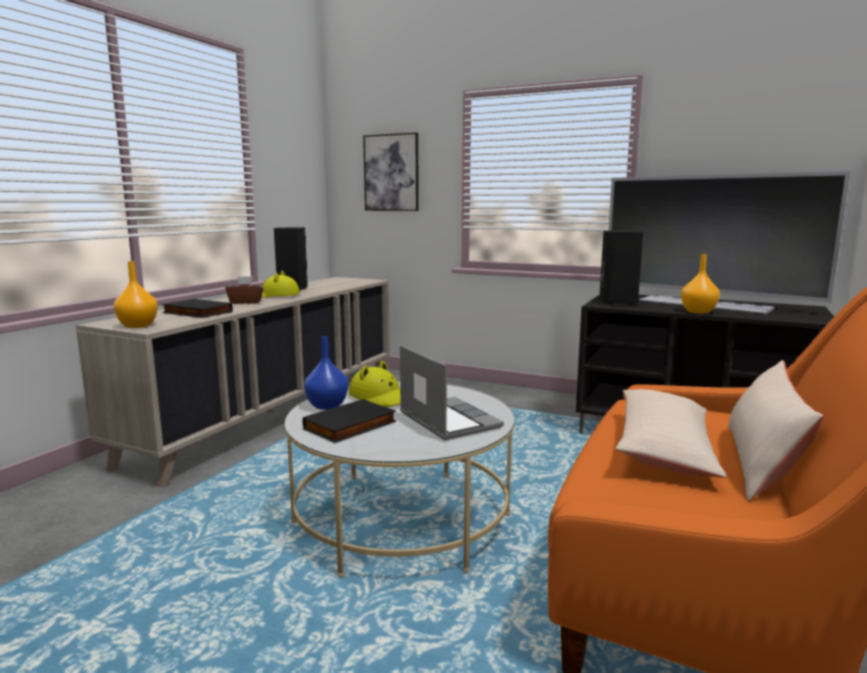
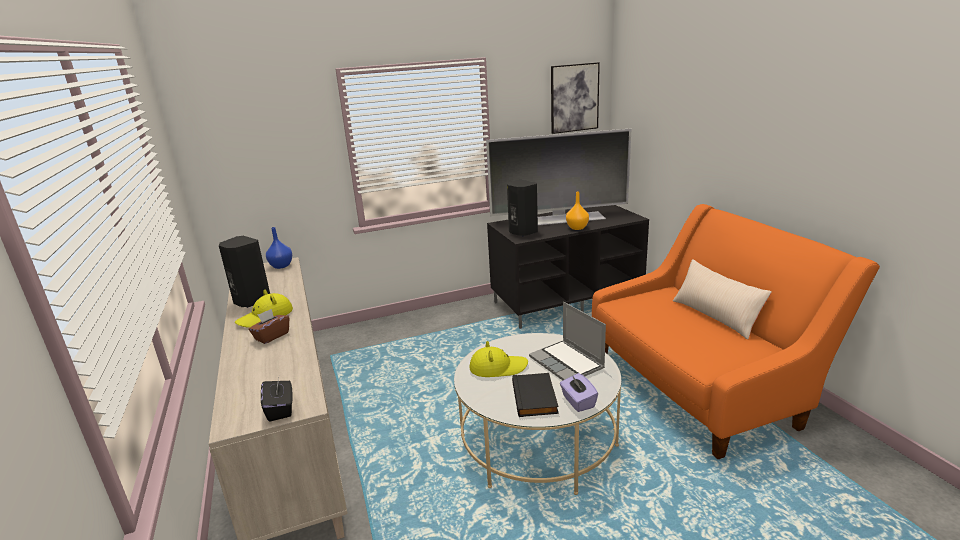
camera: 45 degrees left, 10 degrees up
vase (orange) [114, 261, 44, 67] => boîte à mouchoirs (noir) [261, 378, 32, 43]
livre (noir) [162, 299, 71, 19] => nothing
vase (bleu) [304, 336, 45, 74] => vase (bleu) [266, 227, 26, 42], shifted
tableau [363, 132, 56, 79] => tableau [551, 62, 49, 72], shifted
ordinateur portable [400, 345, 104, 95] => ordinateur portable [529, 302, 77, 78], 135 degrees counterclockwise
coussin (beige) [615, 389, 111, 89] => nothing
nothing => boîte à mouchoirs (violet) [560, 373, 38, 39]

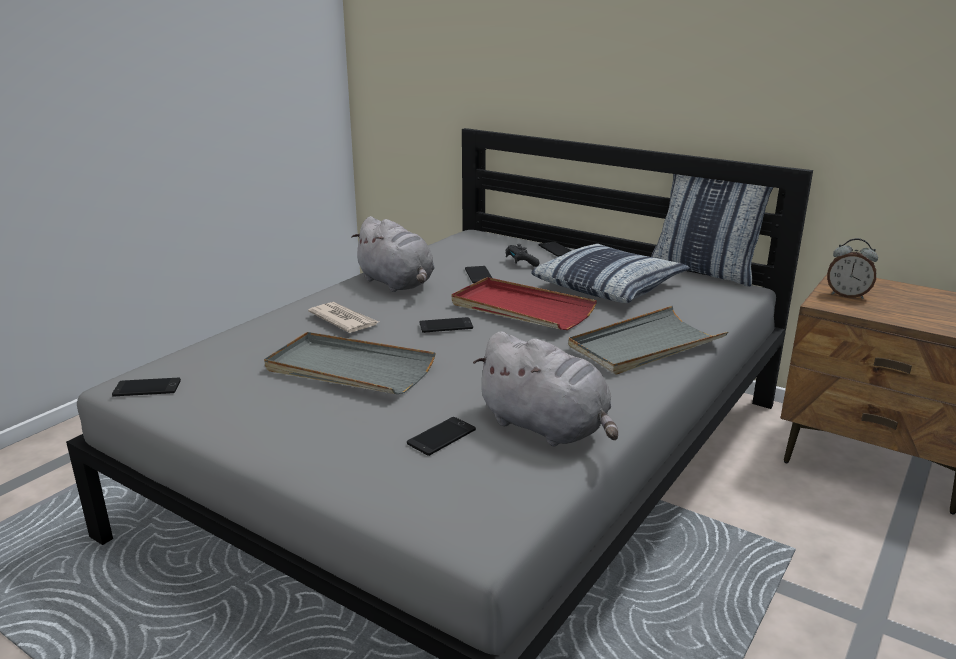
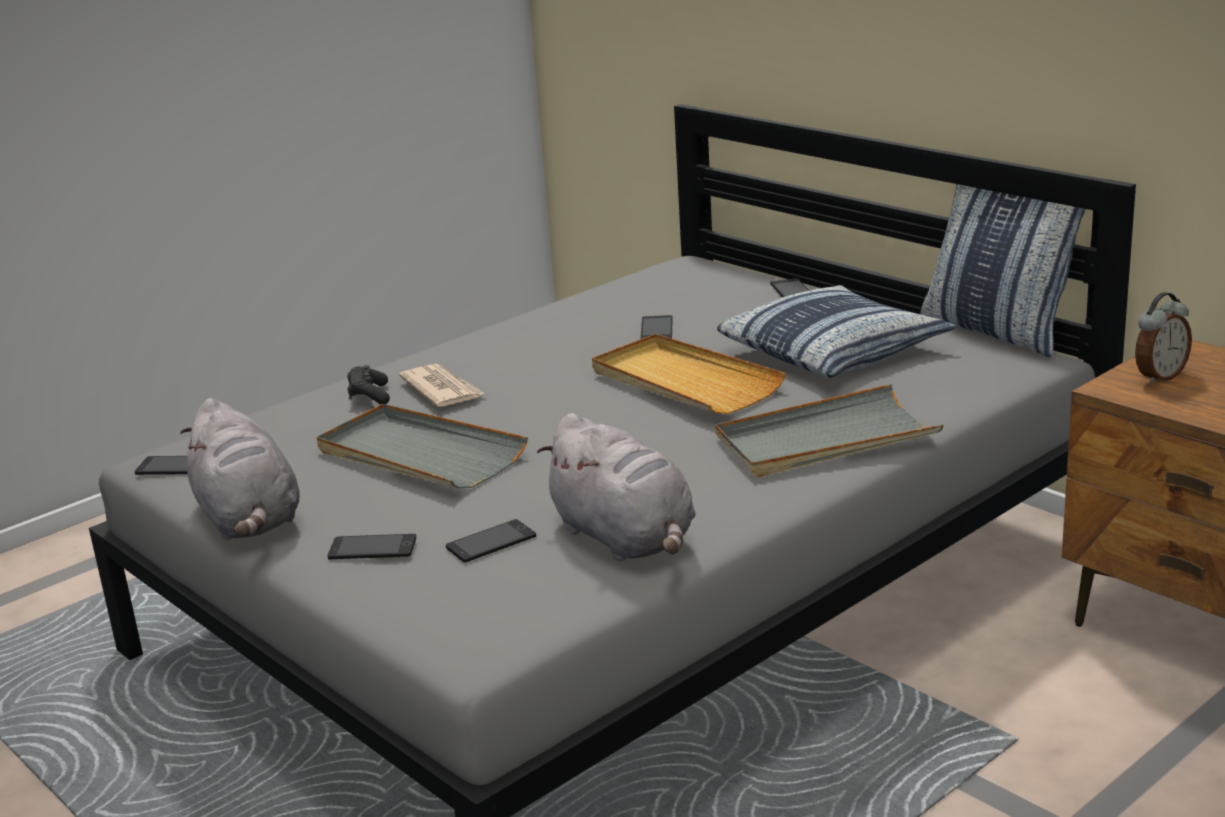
camera: 15 degrees right, 0 degrees up
peluche (gris) [351, 216, 84, 76] => peluche (gris) [180, 398, 120, 142], shifted
téléphone [420, 317, 53, 16] => téléphone [327, 534, 89, 26], shifted
plateau (rouge) [452, 277, 145, 53] => plateau (beige) [592, 334, 194, 80]
manette (noir) [506, 244, 34, 23] => manette (noir) [347, 365, 43, 40], shifted
réveil [827, 238, 51, 61] => réveil [1135, 292, 57, 93], 75 degrees counterclockwise

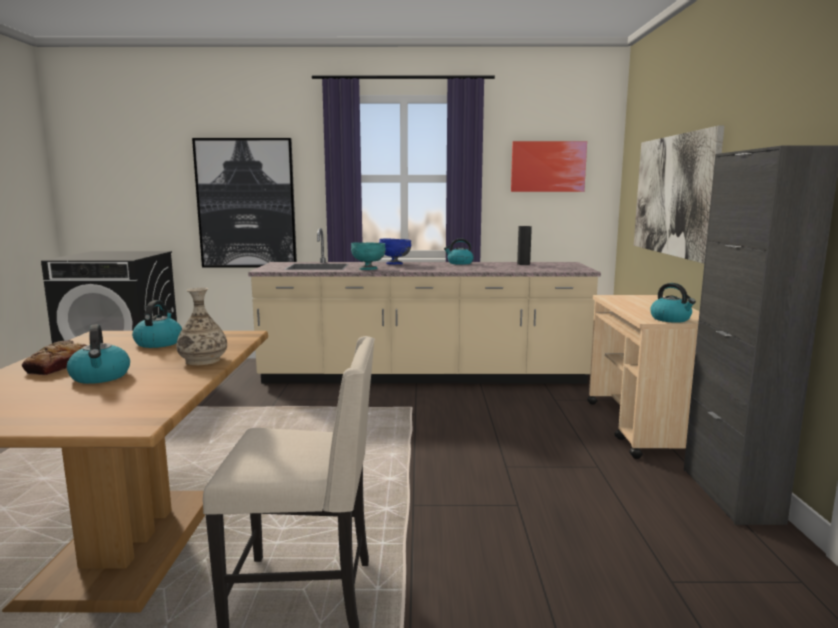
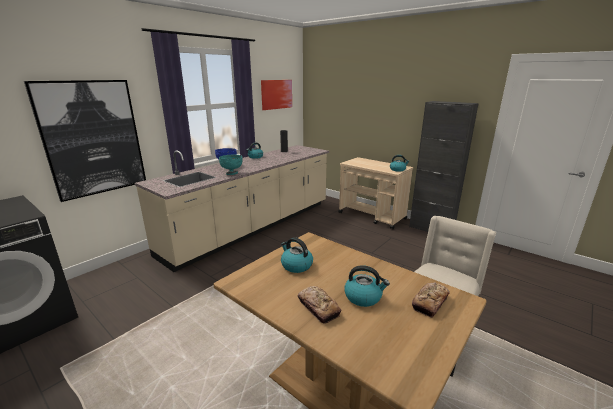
camera: 50 degrees left, 10 degrees up
vase [176, 288, 51, 77] => nothing
tableau [634, 126, 91, 137] => nothing
nothing => pain [412, 283, 38, 35]

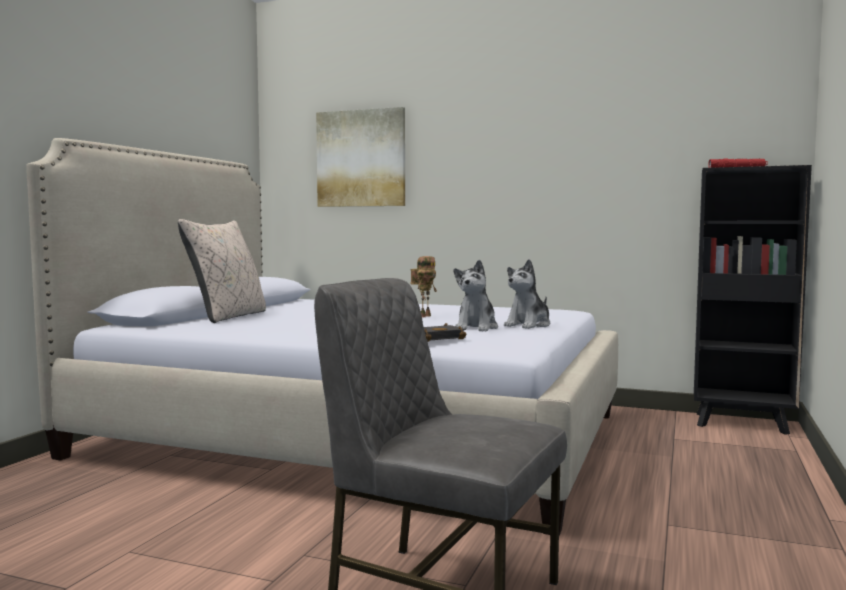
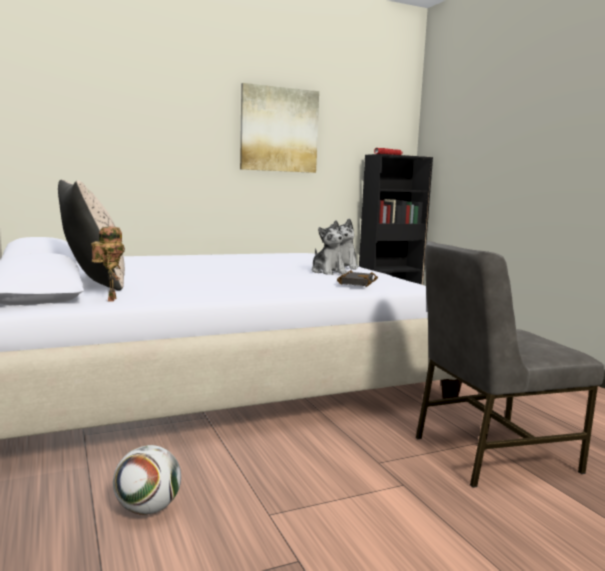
camera: 45 degrees left, 5 degrees up
tableau [316, 107, 89, 100] => tableau [240, 83, 79, 90], shifted
robot jouet [411, 256, 26, 61] => robot jouet [91, 226, 34, 76], shifted
nothing => ballon de foot [113, 445, 68, 70]

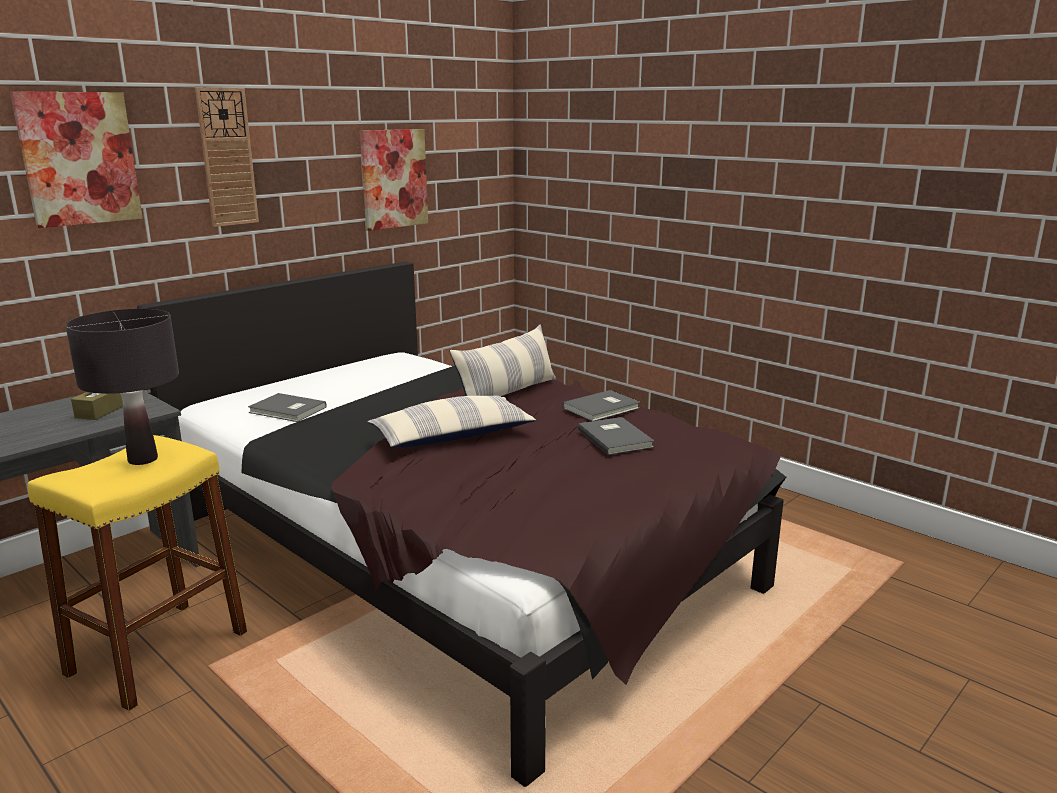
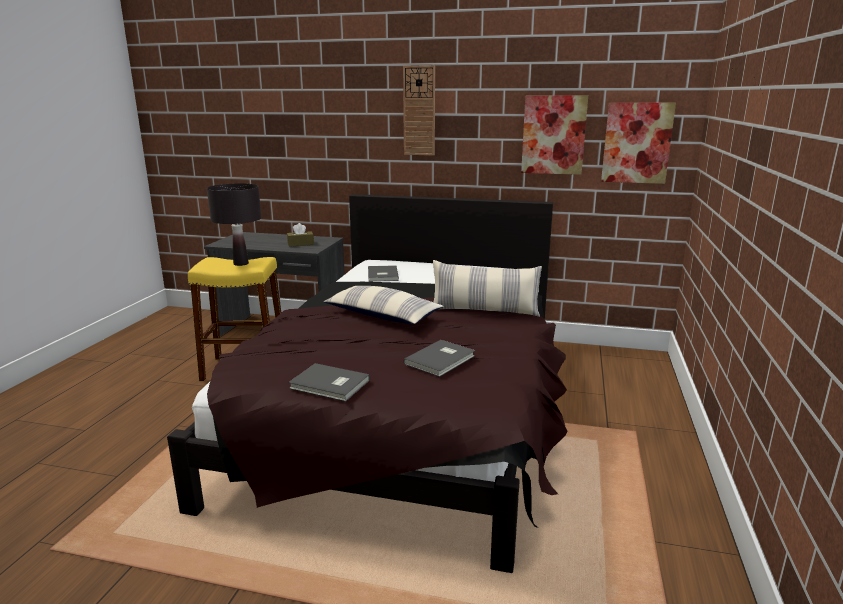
camera: 60 degrees right, 0 degrees up
tableau [10, 91, 133, 137] => tableau [601, 103, 75, 81], shifted
livre (gris) [563, 390, 77, 31] => livre (gris) [288, 363, 82, 39], shifted

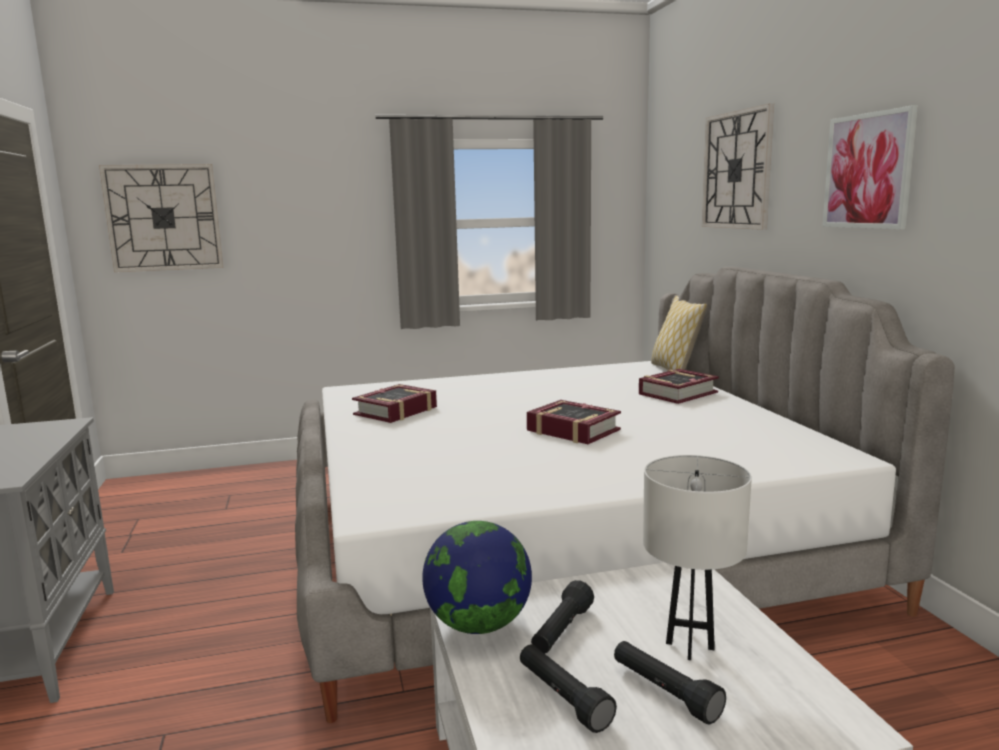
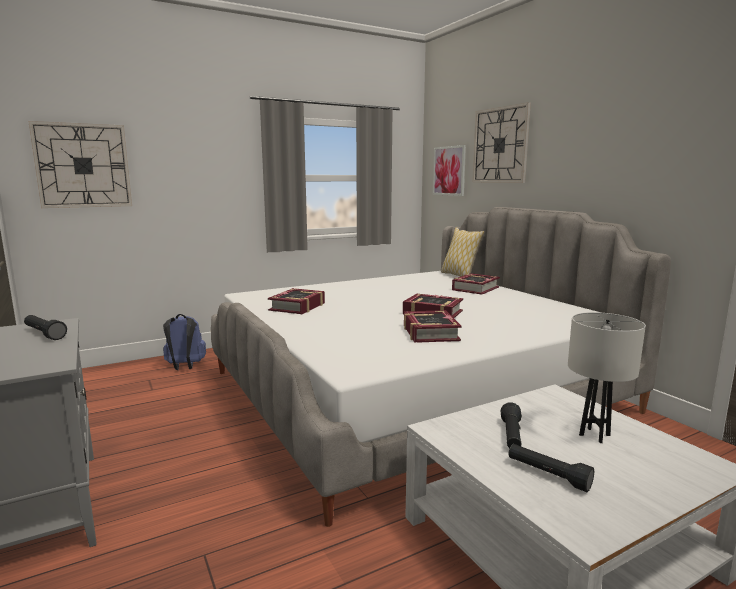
camera: 15 degrees left, 0 degrees up
globe [422, 521, 110, 113] => nothing
lampe de poche (noir) [614, 641, 112, 84] => lampe de poche (noir) [24, 315, 43, 25], shifted
tableau [823, 105, 95, 124] => tableau [433, 145, 33, 51], shifted
nothing => sac à dos (bleu) [163, 314, 43, 56]
nothing => livre [404, 310, 57, 33]

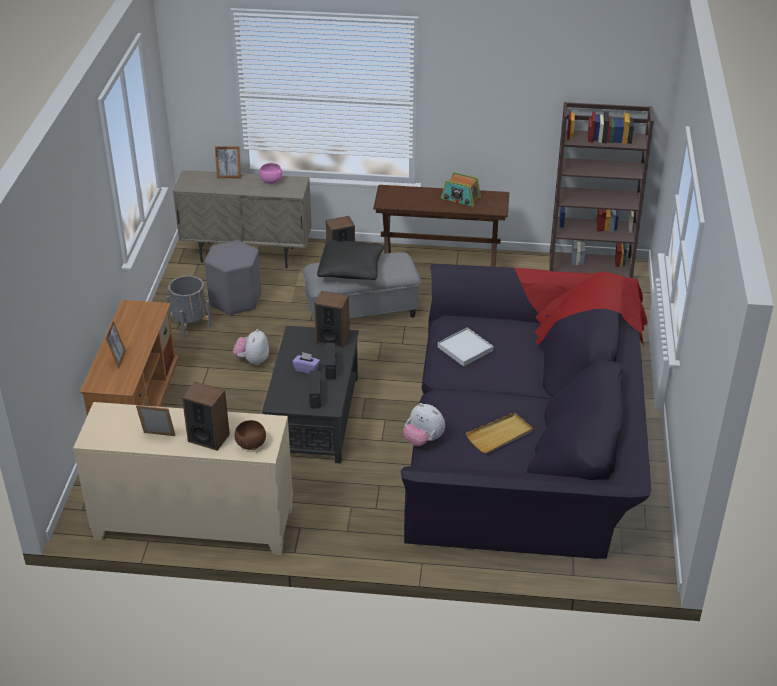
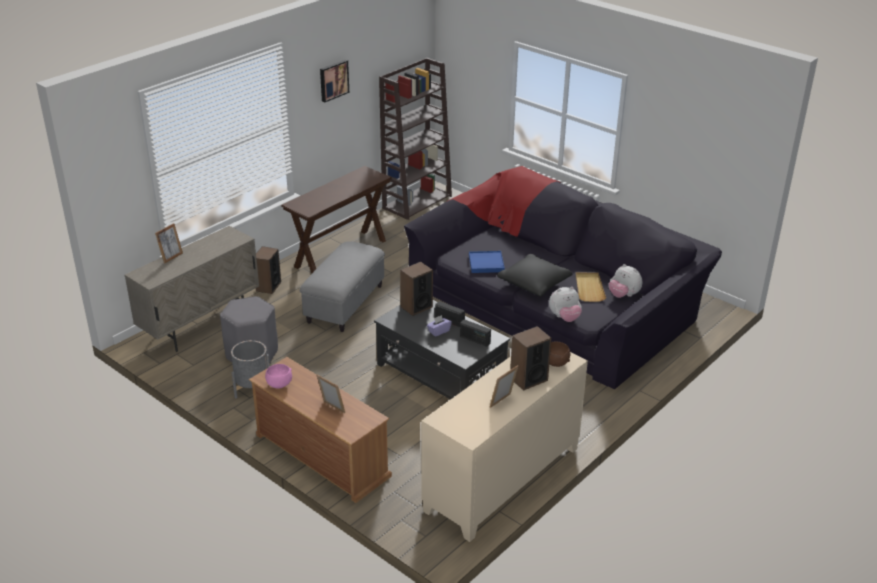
camera: 55 degrees left, 5 degrees down
peluche [233, 329, 36, 37] => peluche [609, 264, 33, 34], shifted
bol (rose) [260, 163, 22, 21] => bol (rose) [265, 364, 27, 25], shifted
coussin (noir) [317, 240, 68, 40] => coussin (noir) [497, 254, 75, 43], shifted
plateau (blanc) [438, 327, 55, 40] => plateau (bleu) [469, 251, 36, 22]
radio [441, 172, 40, 35] => nothing
nothing => tableau [320, 60, 29, 42]

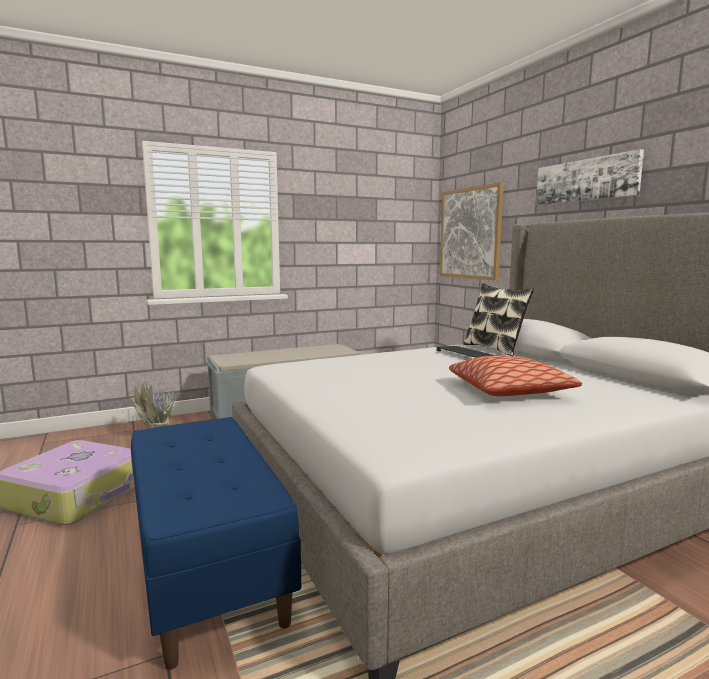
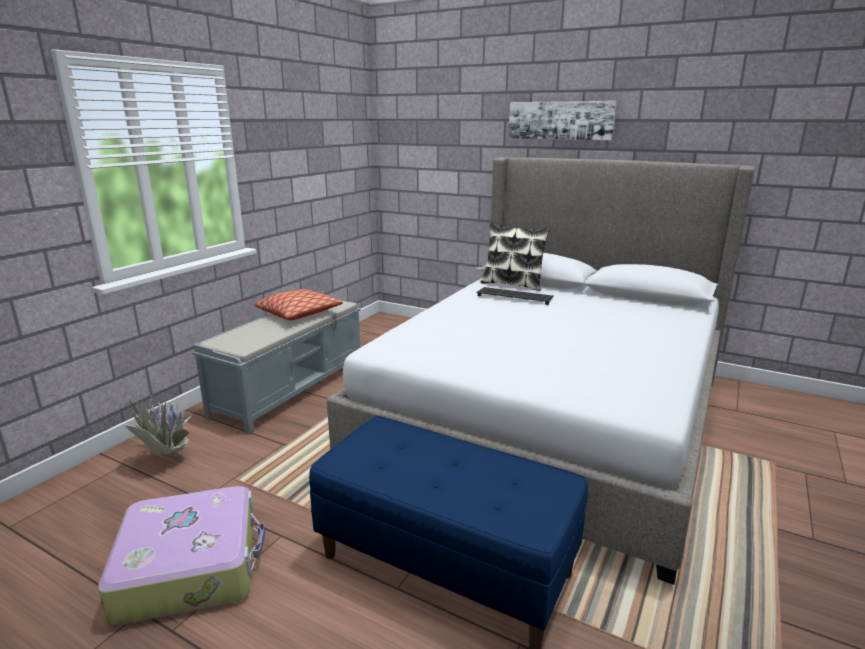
camera: 35 degrees left, 10 degrees up
tableau [440, 182, 64, 98] => nothing
coussin [449, 356, 133, 40] => coussin [254, 289, 89, 31], shifted

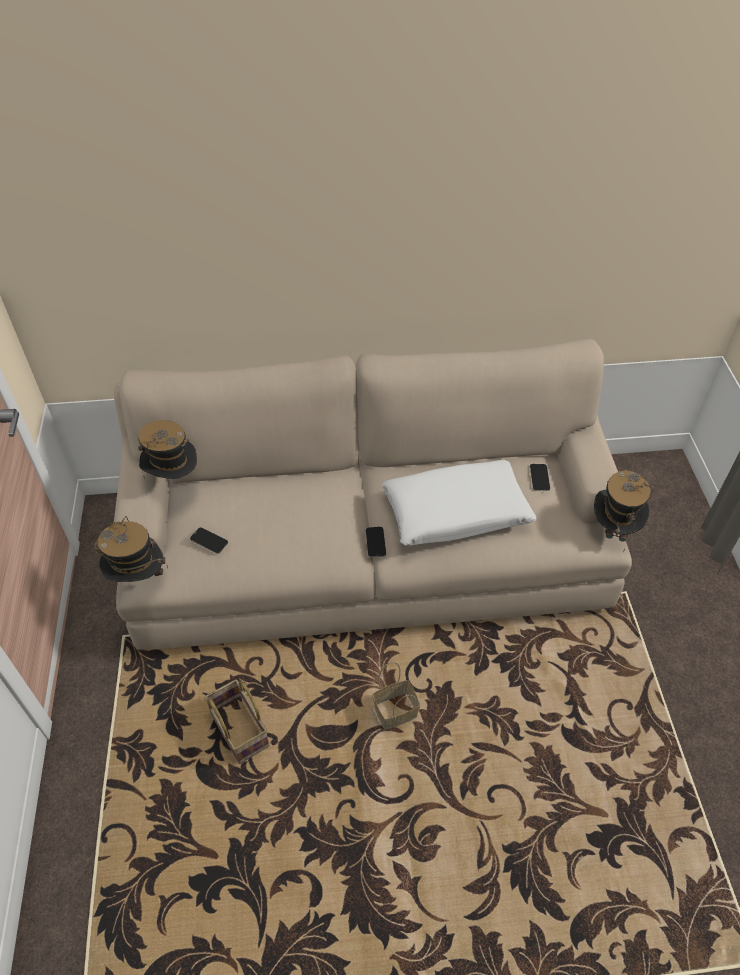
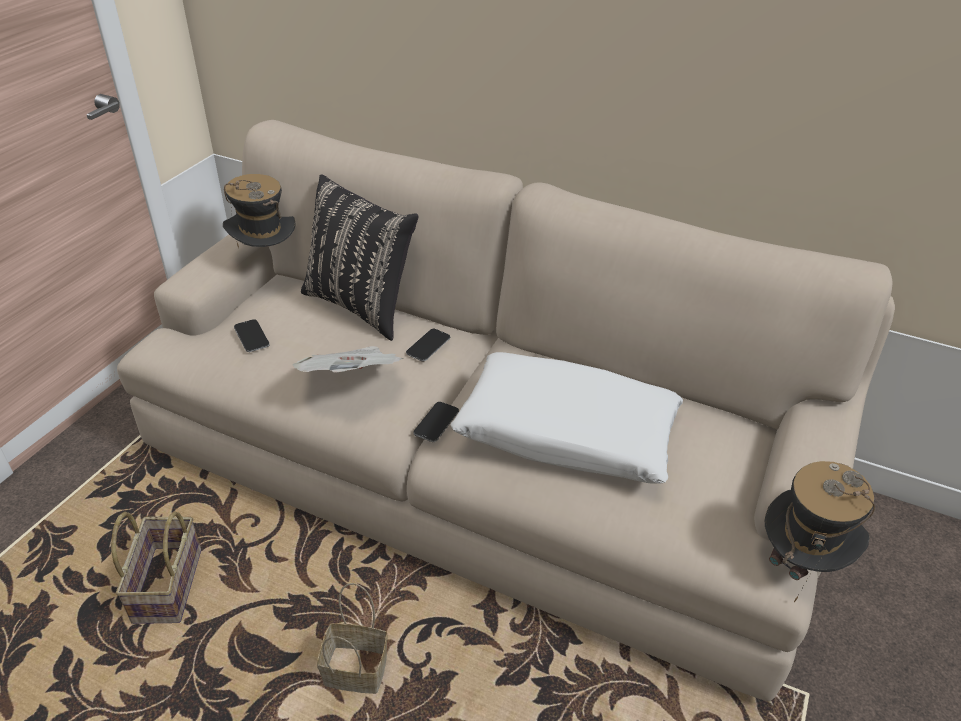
camera: 30 degrees right, 10 degrees down
chapeau [95, 516, 73, 66] => nothing
téléphone [530, 464, 20, 27] => téléphone [406, 329, 44, 32], shifted
nothing => journal [293, 346, 111, 27]
nothing => coussin (noir) [301, 175, 117, 166]

